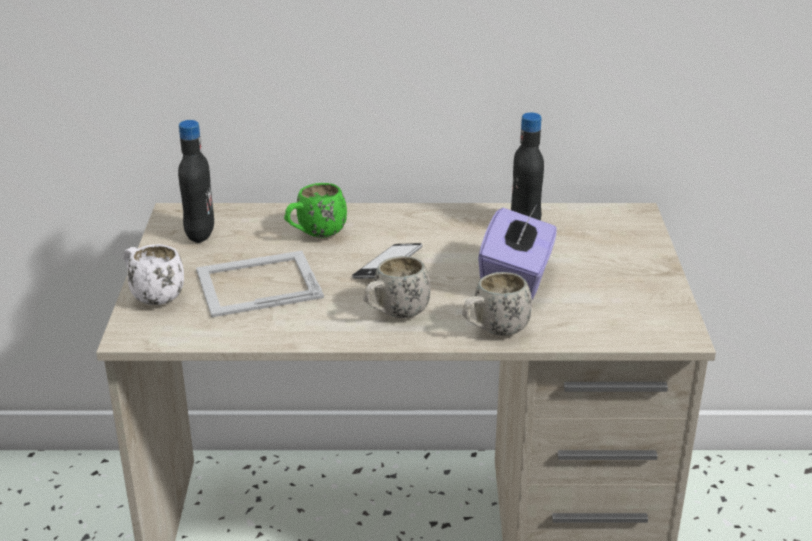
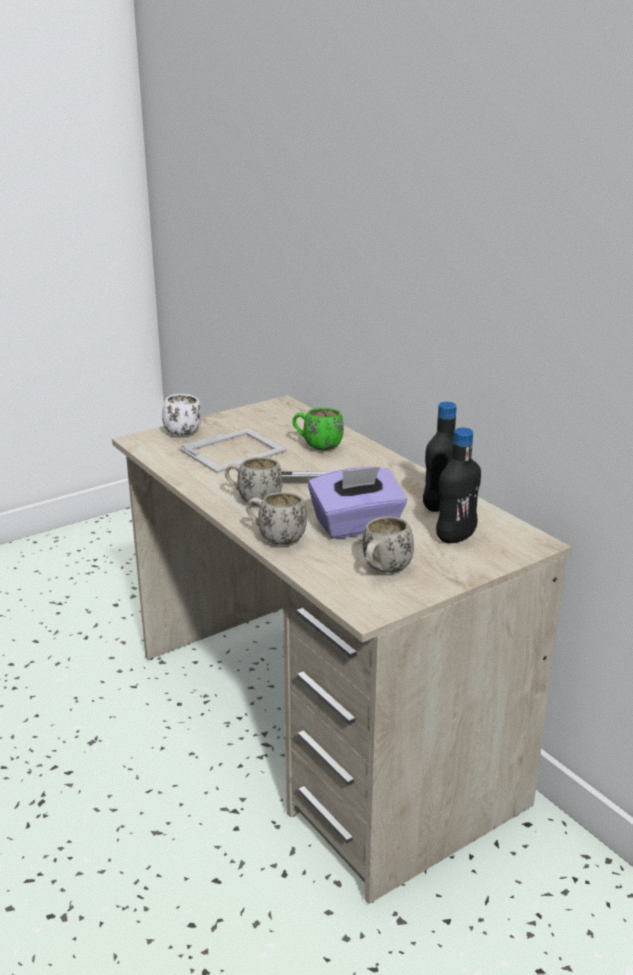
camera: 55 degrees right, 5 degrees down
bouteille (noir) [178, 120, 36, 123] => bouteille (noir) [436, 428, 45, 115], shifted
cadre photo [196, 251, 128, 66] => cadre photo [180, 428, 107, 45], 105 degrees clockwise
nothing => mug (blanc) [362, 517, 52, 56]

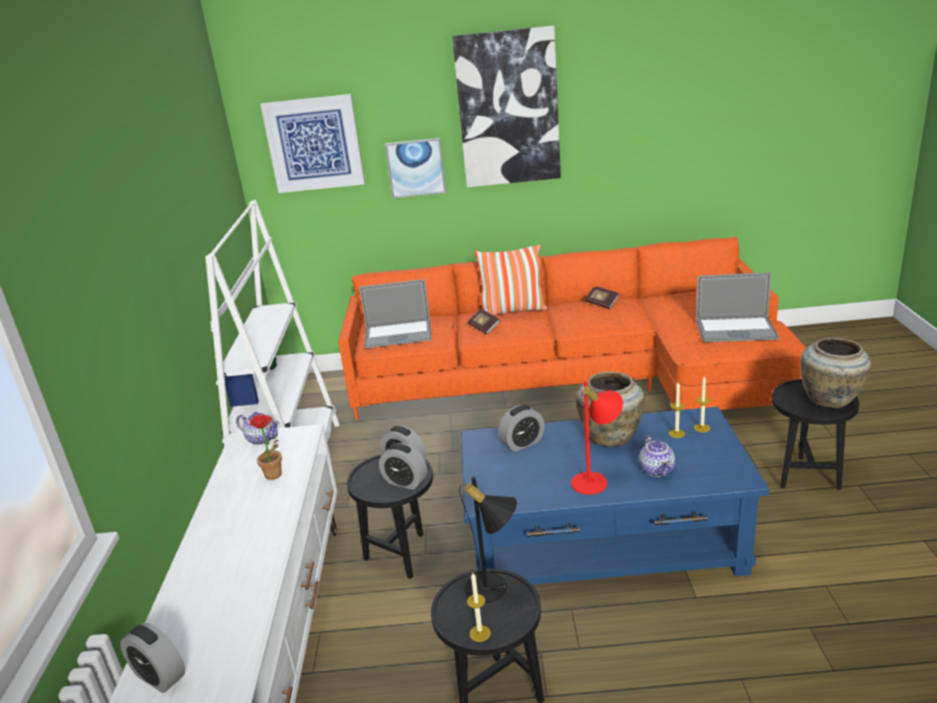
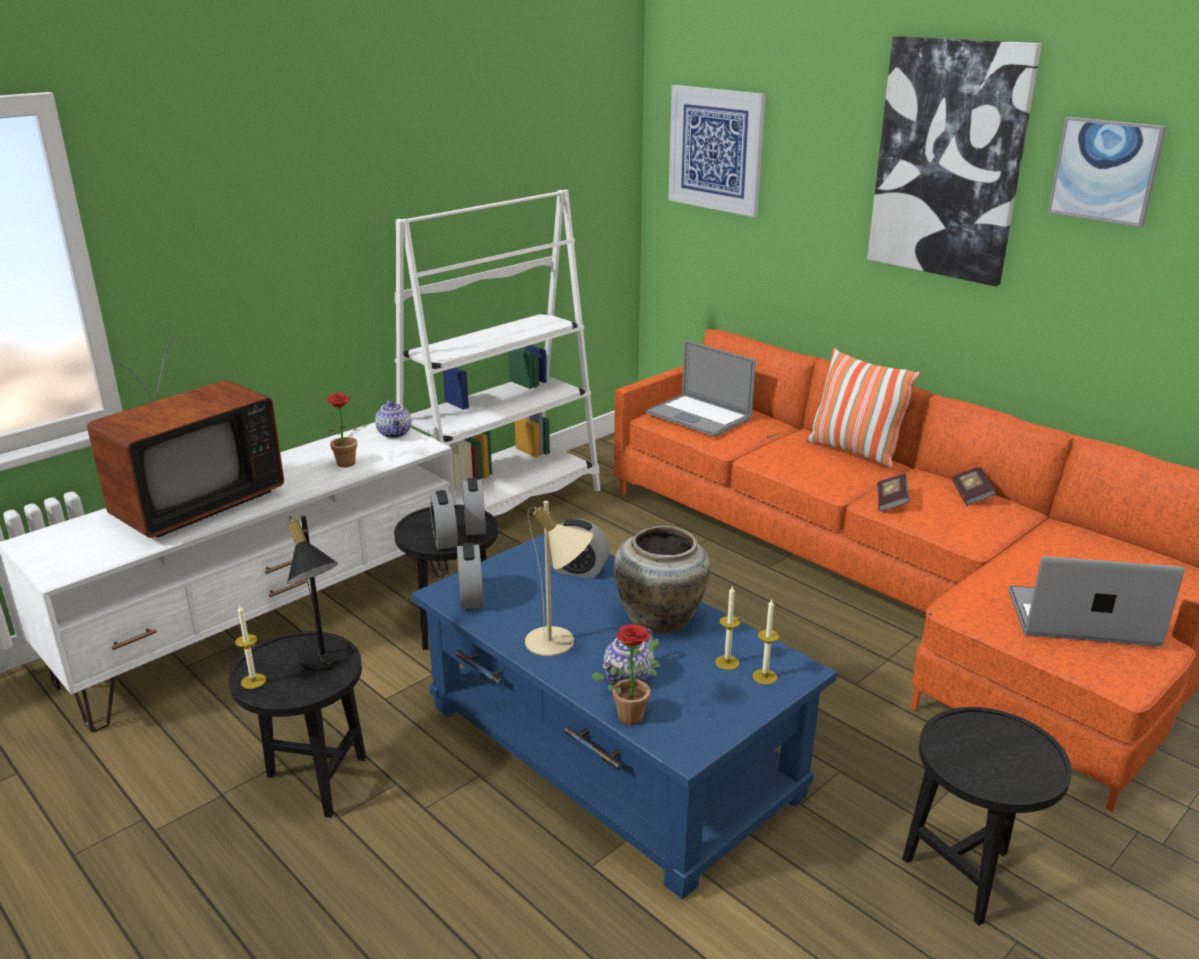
camera: 45 degrees right, 0 degrees up
réveil [120, 623, 65, 70] => réveil [457, 543, 27, 66], shifted
tableau [385, 138, 61, 60] => tableau [1048, 117, 119, 110], shifted
livre [468, 309, 32, 26] => livre [877, 473, 33, 38], shifted
lampe de table (rouge) [571, 381, 52, 113] => lampe de table (beige) [525, 501, 68, 155]
ordinateur portable [696, 272, 83, 70] => ordinateur portable [1008, 556, 177, 91], 135 degrees clockwise
vase (beige) [800, 338, 71, 70] => nothing
nothing => téléviseur [87, 335, 197, 203]
nothing => plante en pot [591, 624, 69, 101]

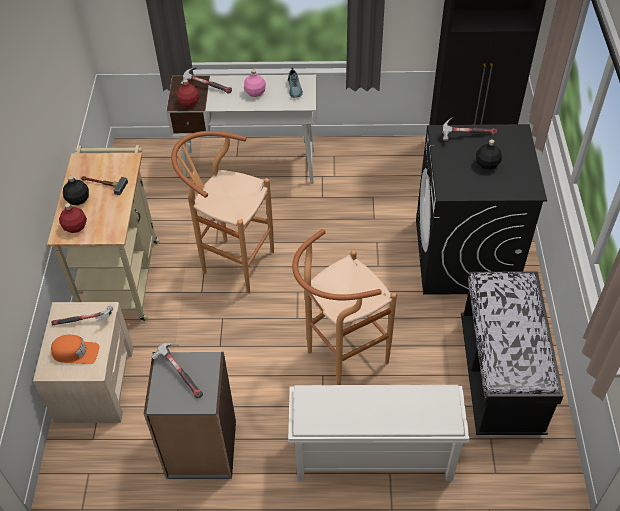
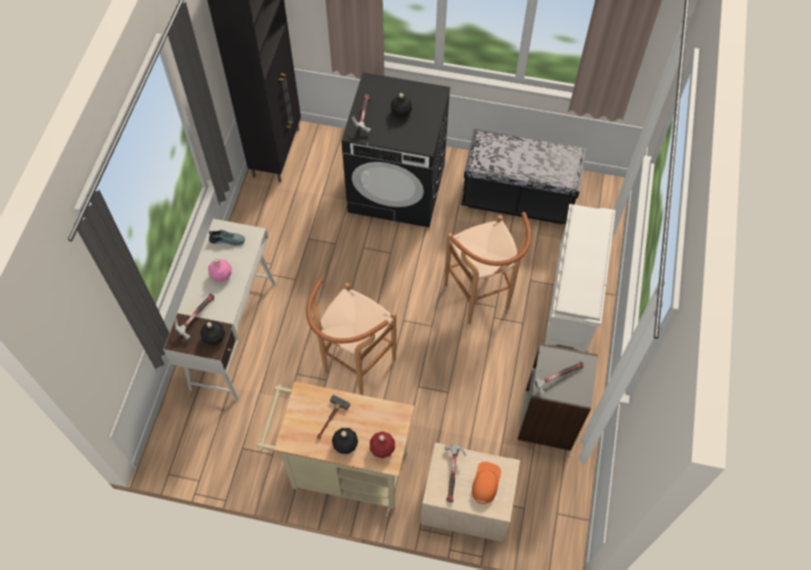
camera: 80 degrees left, 10 degrees up
bouteille (rouge) [176, 79, 23, 28] => bouteille (noir) [200, 321, 25, 24]

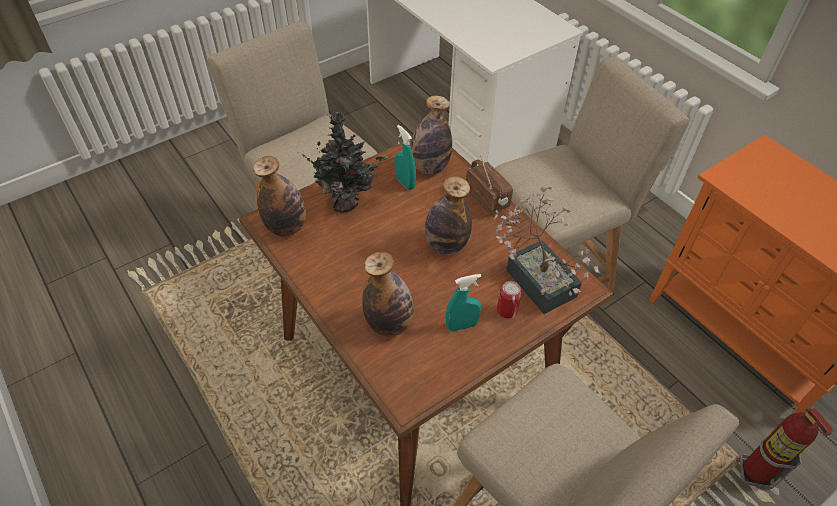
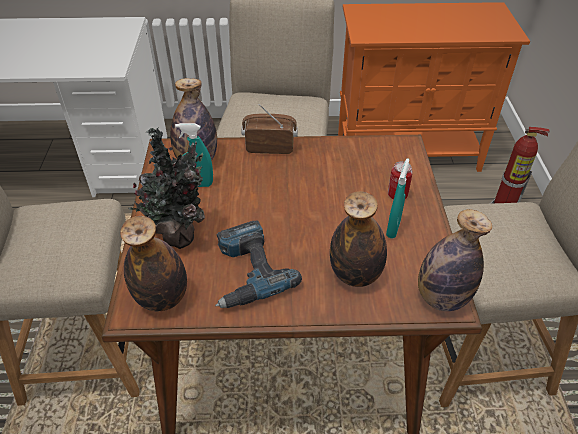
camera: 55 degrees left, 5 degrees down
bouteille [425, 176, 47, 79] => bouteille [418, 209, 74, 102], shifted
plante en pot [493, 187, 107, 127] => nothing
nothing => perceuse [215, 220, 87, 88]

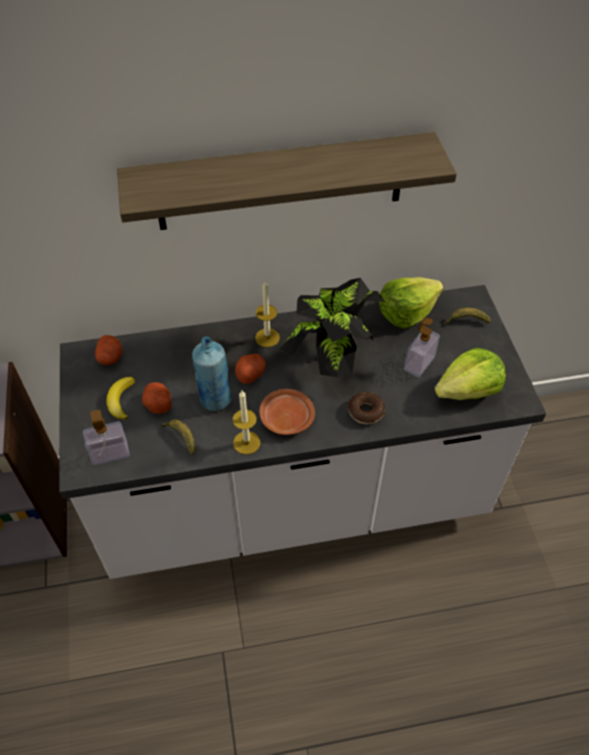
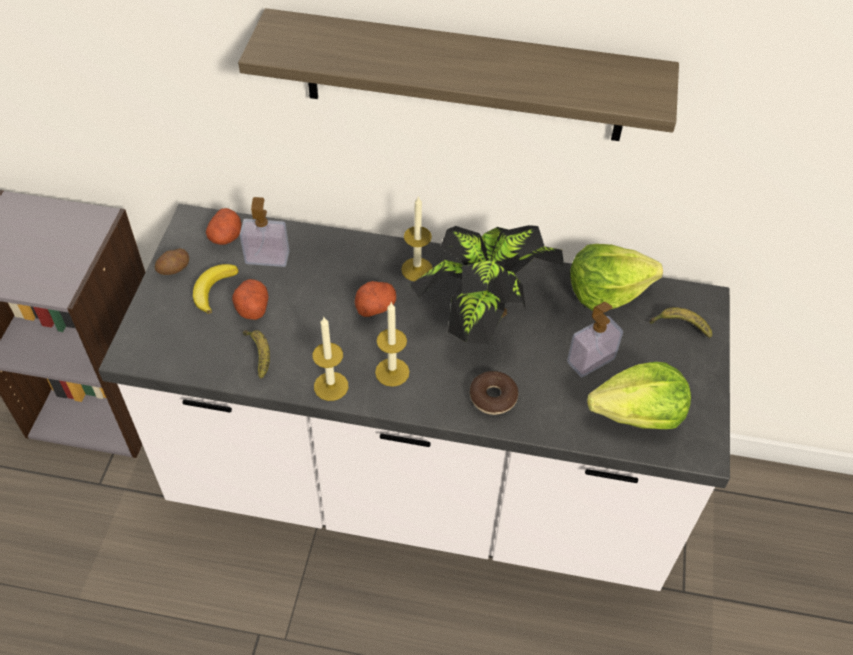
camera: 20 degrees right, 0 degrees up
distributeur de savon [83, 410, 47, 55] => distributeur de savon [240, 197, 49, 70], shifted
bouteille (bleu) [192, 337, 39, 74] => nothing
assiette (marron) [259, 389, 56, 46] => bougie [375, 303, 35, 84]
nothing => pomme de terre [155, 248, 34, 27]

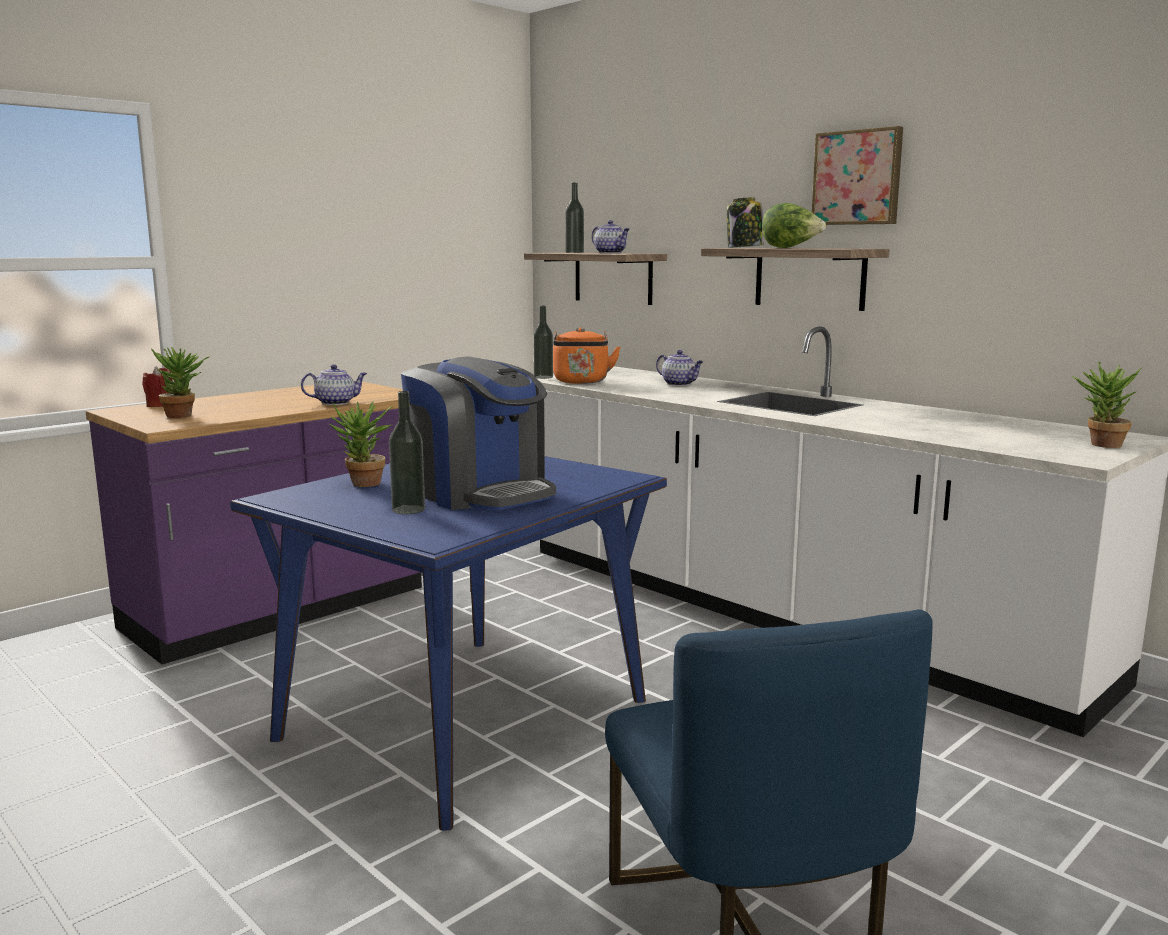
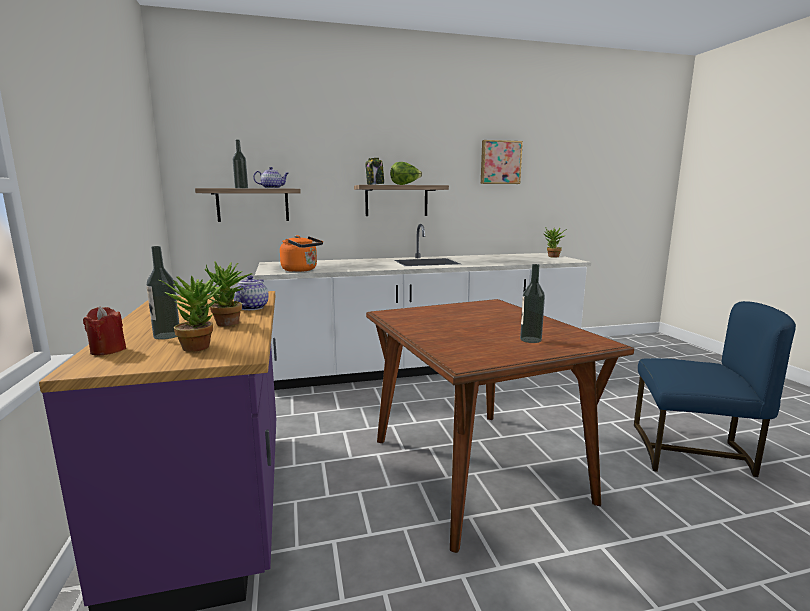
camera: 60 degrees left, 0 degrees up
table à manger (bleu) [230, 456, 437, 375] => table à manger (marron) [366, 299, 268, 254]
plante en pot [329, 400, 63, 87] => plante en pot [202, 262, 51, 64], shifted
machine à café [401, 357, 155, 153] => nothing
bouteille [533, 306, 20, 73] => bouteille [146, 246, 34, 94], shifted
théière [656, 350, 48, 36] => nothing
tableau [811, 126, 92, 99] => tableau [481, 140, 42, 44], shifted

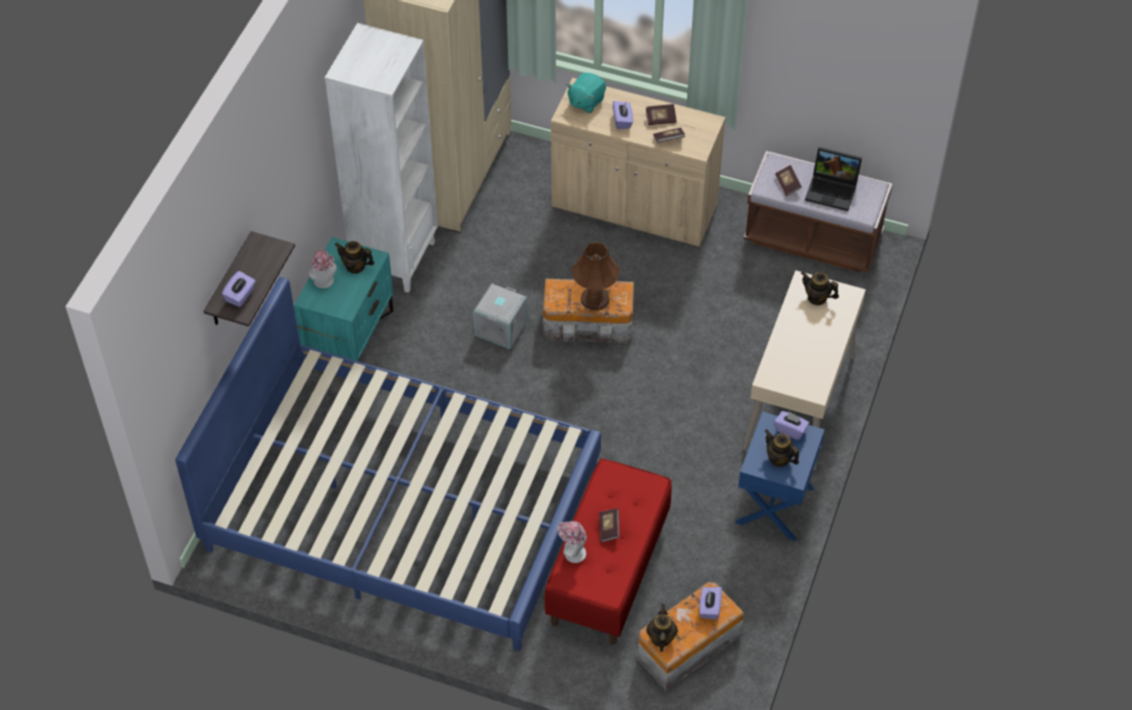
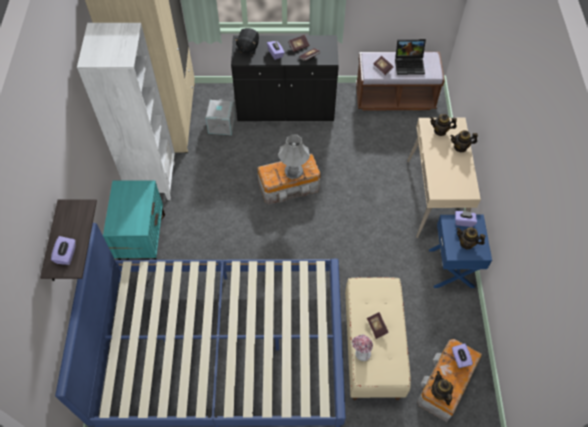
camera: 20 degrees left, 5 degrees up
chapeau [308, 250, 29, 38] => nothing
théière [335, 241, 39, 33] => théière [450, 130, 28, 22], shifted
boîte de rangement (gris) [473, 283, 55, 66] => boîte de rangement (gris) [206, 99, 29, 36], shifted
banc (rouge) [544, 459, 128, 186] => banc (beige) [345, 277, 66, 123]
meuble de rangement (beige) [551, 78, 174, 168] => meuble de rangement (noir) [231, 35, 108, 86]
peluche (turquoise) [567, 73, 39, 40] => peluche (noir) [235, 28, 24, 26]
lampe de table (marron) [572, 242, 48, 68] => lampe de table (gris) [278, 134, 32, 45]

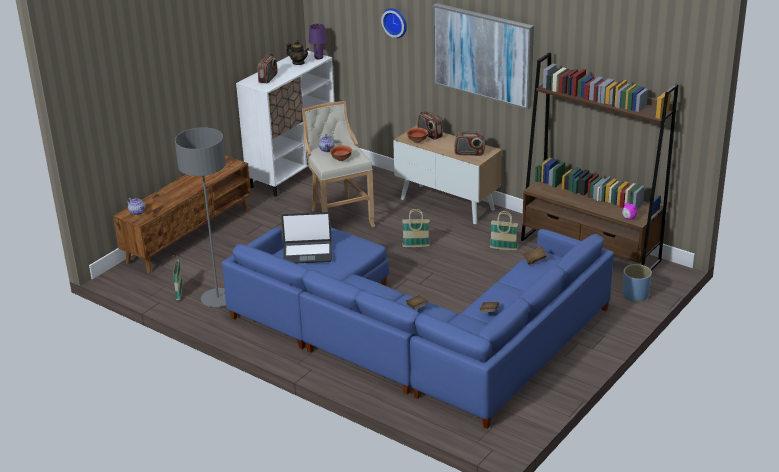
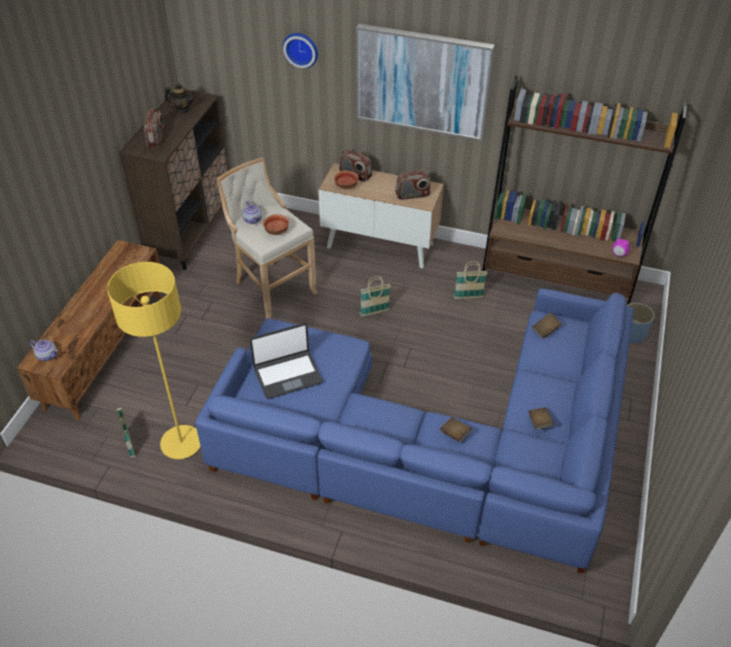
camera: 20 degrees left, 15 degrees up
lampadaire (gris) [175, 127, 51, 180] => lampadaire (jaune) [107, 262, 94, 197]
meuble de rangement (blanc) [236, 51, 99, 146] => meuble de rangement (marron) [119, 90, 110, 180]
lampe de table (violet) [309, 24, 18, 35] => nothing

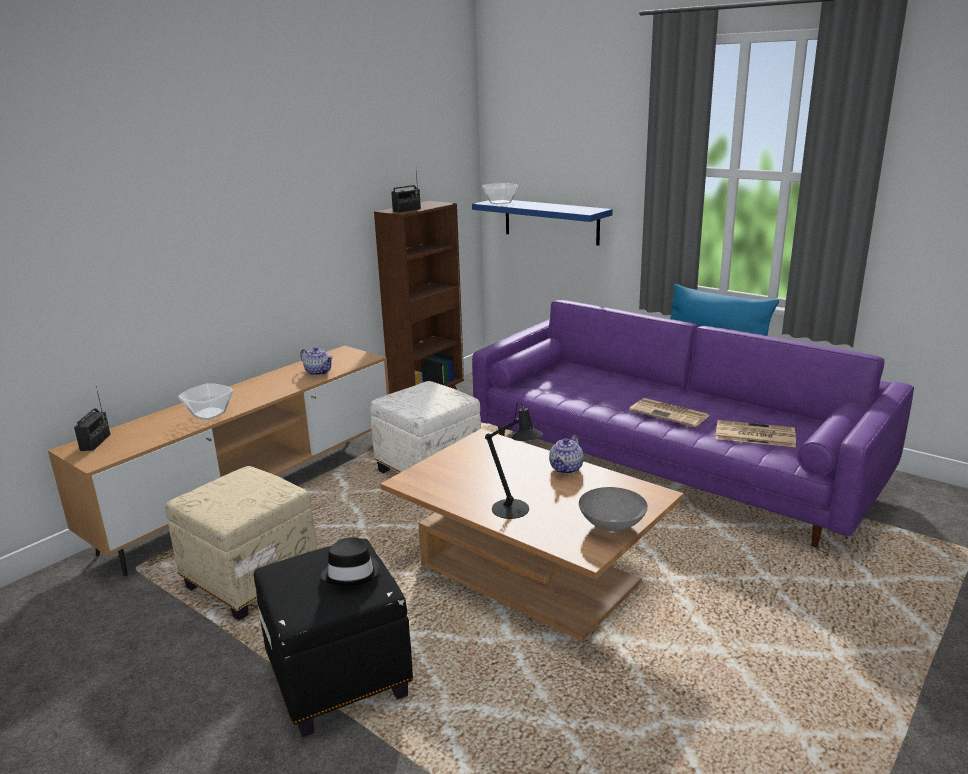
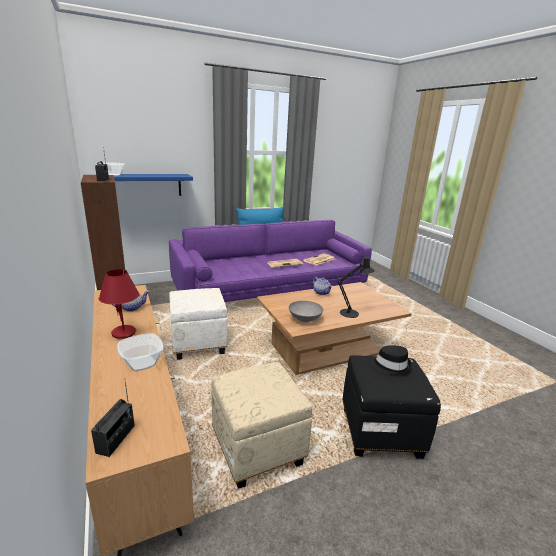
camera: 65 degrees left, 0 degrees up
radio [74, 386, 37, 65] => radio [91, 382, 44, 75], 75 degrees clockwise
bol (gris) [579, 487, 69, 45] => bol (gris) [289, 301, 34, 21], shifted
nothing => lampe de table (rouge) [99, 269, 41, 70]

